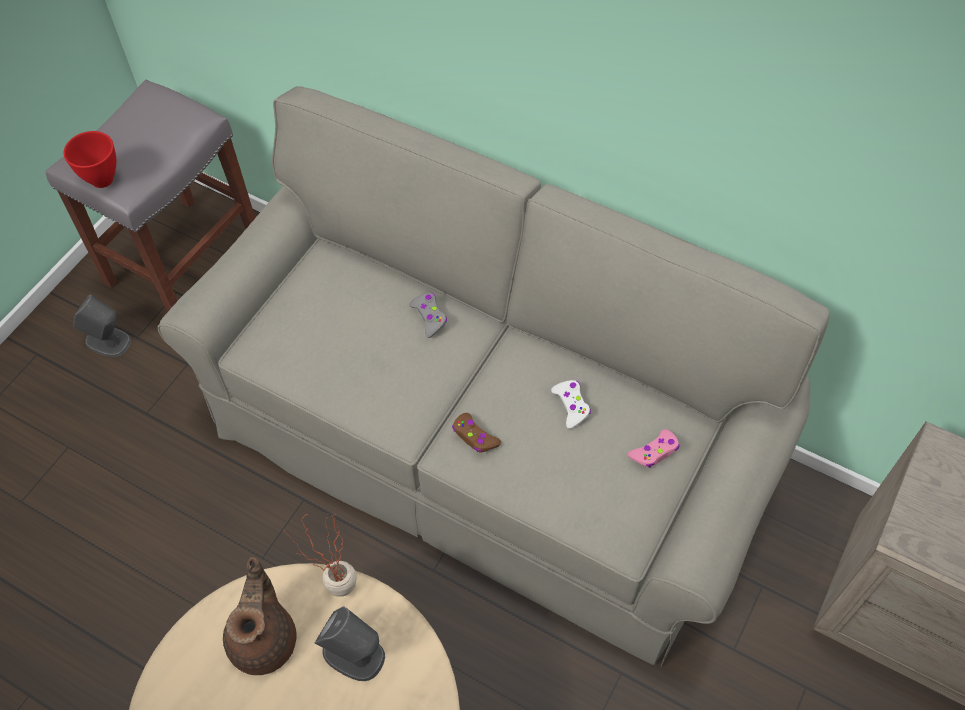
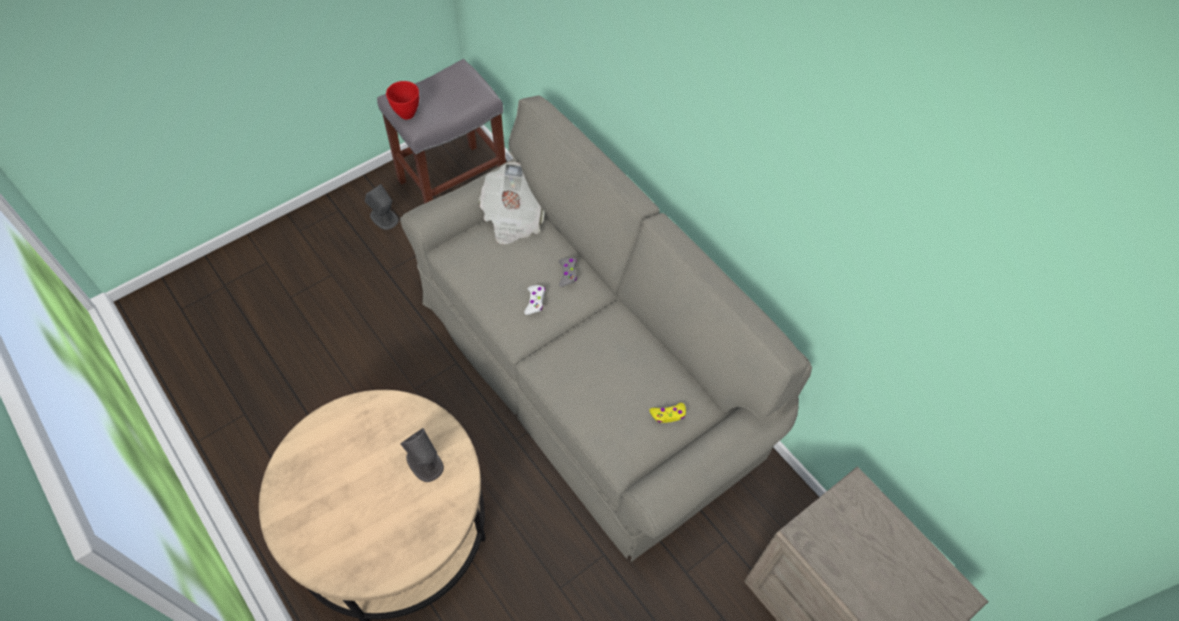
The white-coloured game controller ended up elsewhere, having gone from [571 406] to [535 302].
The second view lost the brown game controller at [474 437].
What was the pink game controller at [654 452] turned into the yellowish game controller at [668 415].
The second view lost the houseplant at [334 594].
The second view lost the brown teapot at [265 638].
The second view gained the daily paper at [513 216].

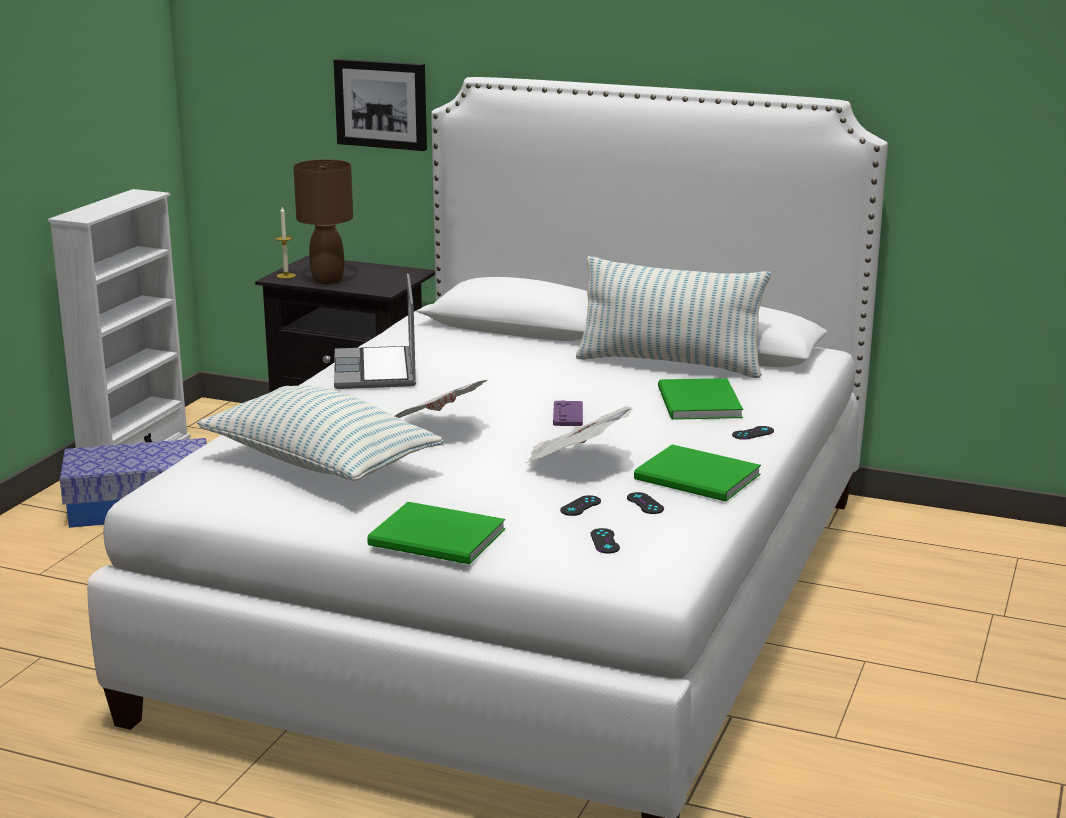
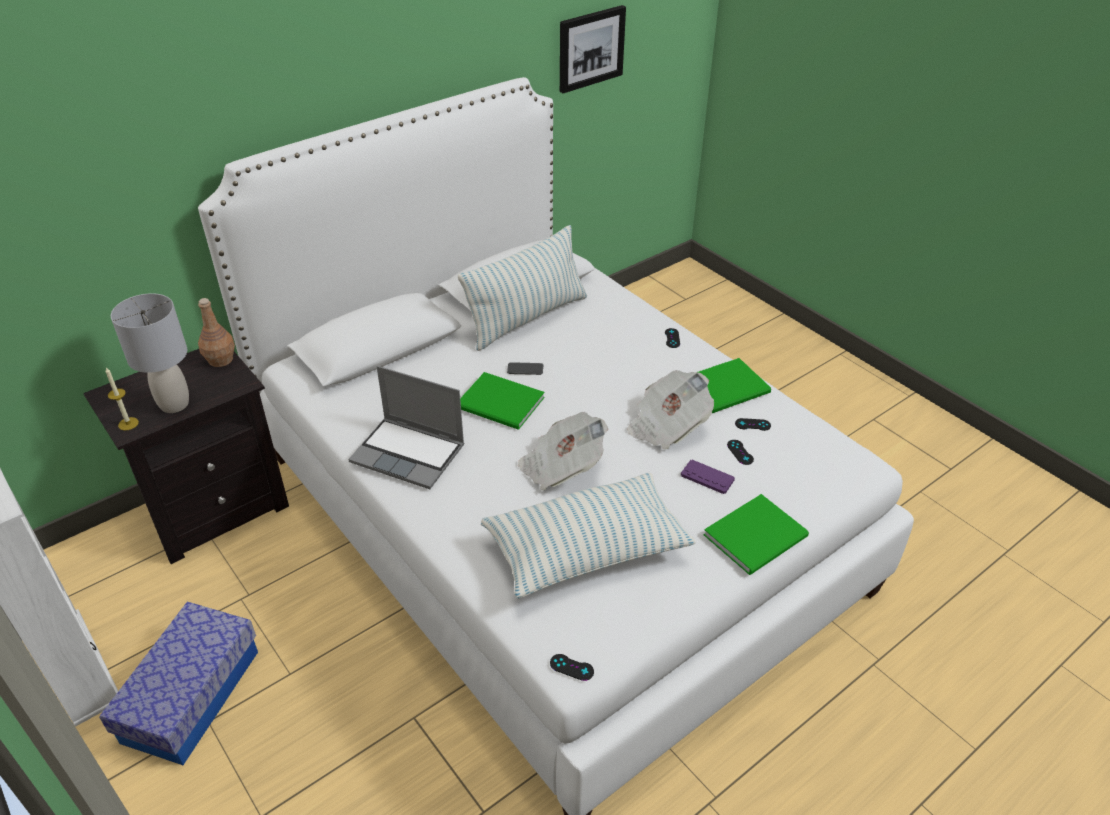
The wall art ended up elsewhere, having gone from [381 104] to [590 48].
What was the brown tabletop lamp at [327 280] turned into the gray tabletop lamp at [174 404].
The green-coloured volume ended up elsewhere, having gone from [697 403] to [501 405].
The purplish game controller ended up elsewhere, having gone from [568 415] to [707 477].
The black game controller ended up elsewhere, having gone from [605 541] to [571 667].
The second view gained the brown bottle at [221 359].
The second view gained the phone at [525 369].

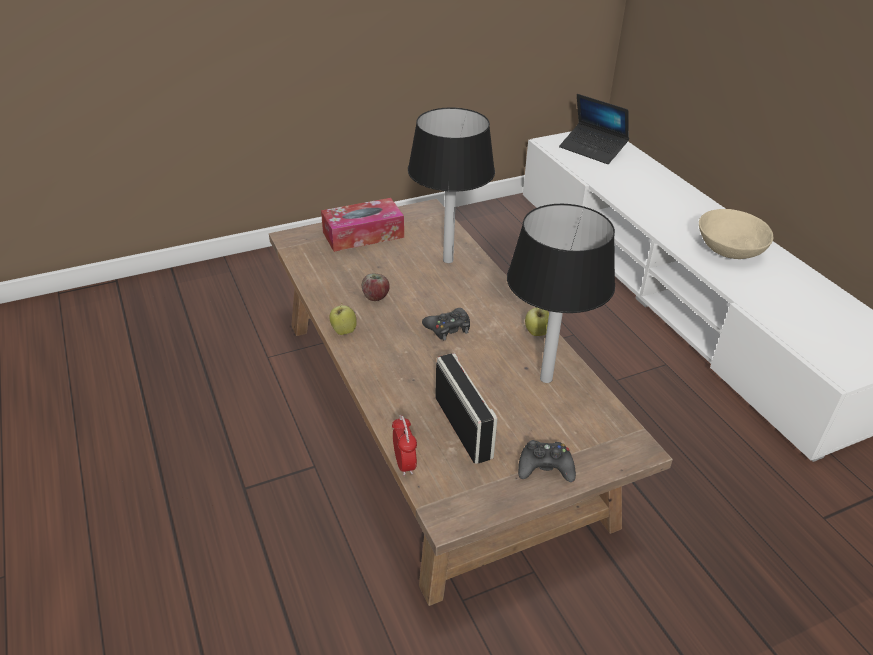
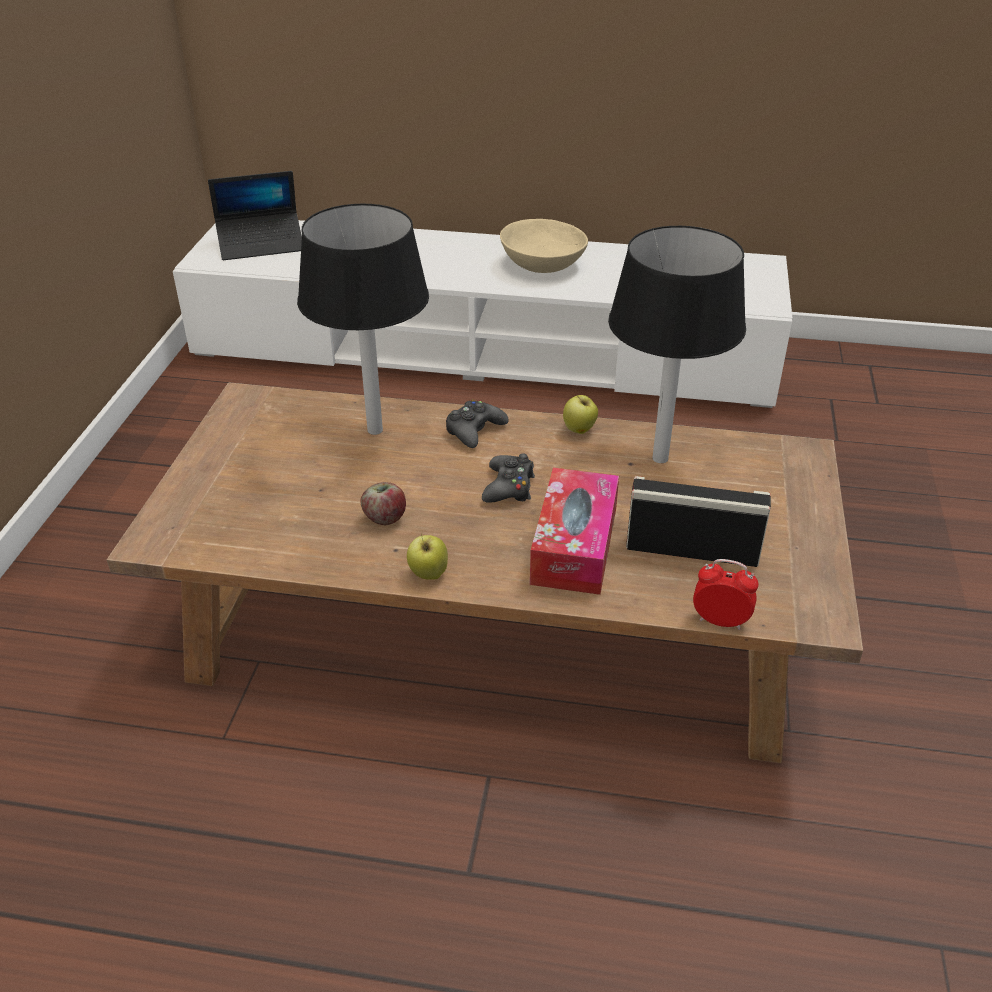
The box of tissues ended up elsewhere, having gone from [363 234] to [574 545].
The black game controller ended up elsewhere, having gone from [545 467] to [474 430].

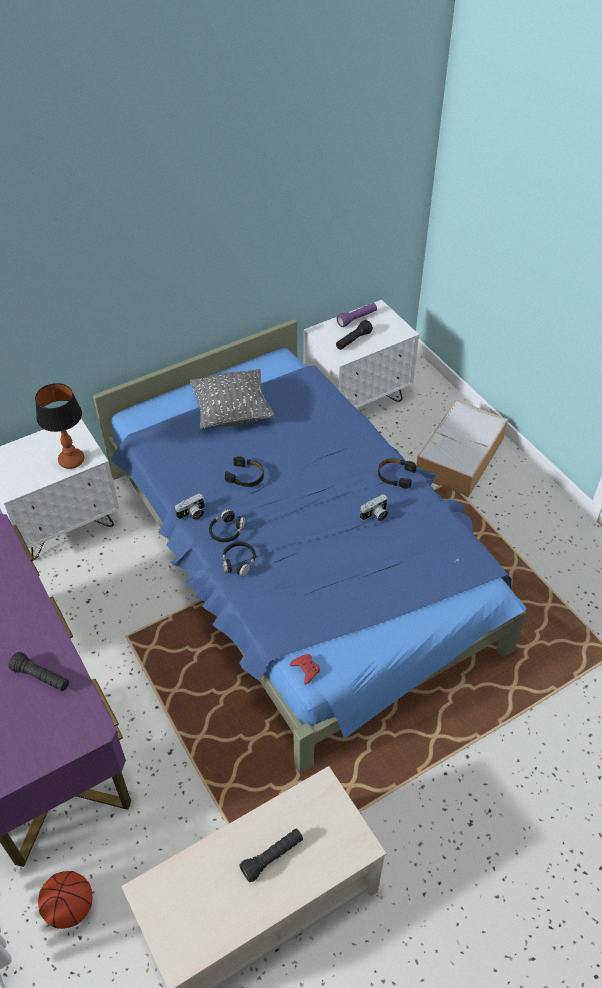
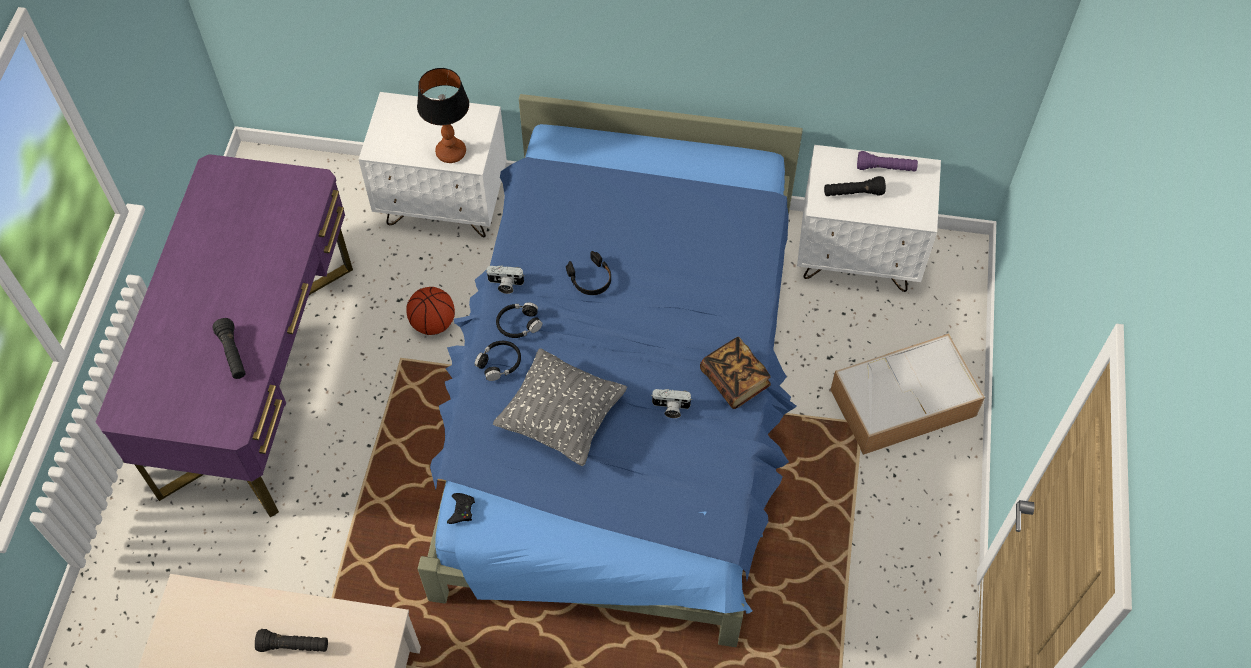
The gray cushion ended up elsewhere, having gone from [232 413] to [561 419].
Where the black pair of headphones stood at [395 476], the volume came to stand at [734 380].
What was the reddish game controller at [306 669] turned into the black game controller at [461 510].
The basketball ball ended up elsewhere, having gone from [70 908] to [433 323].

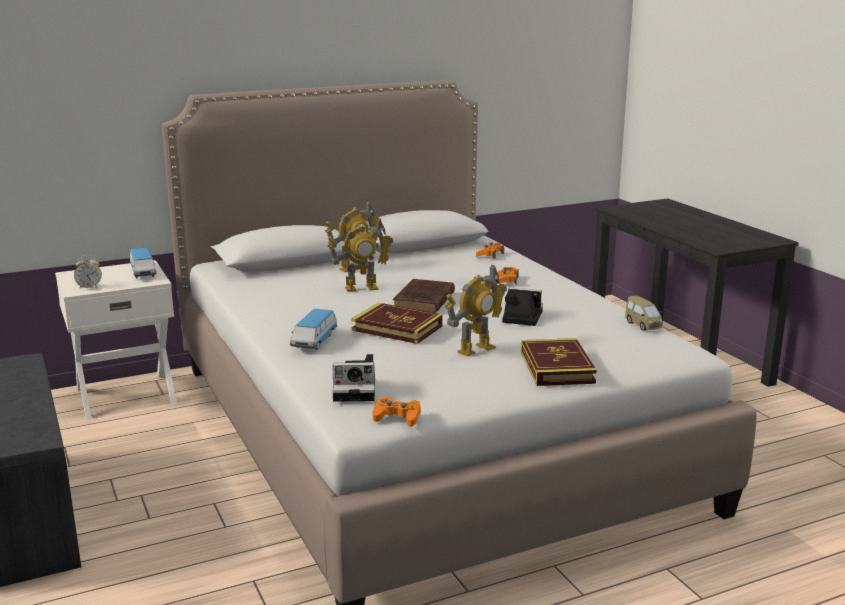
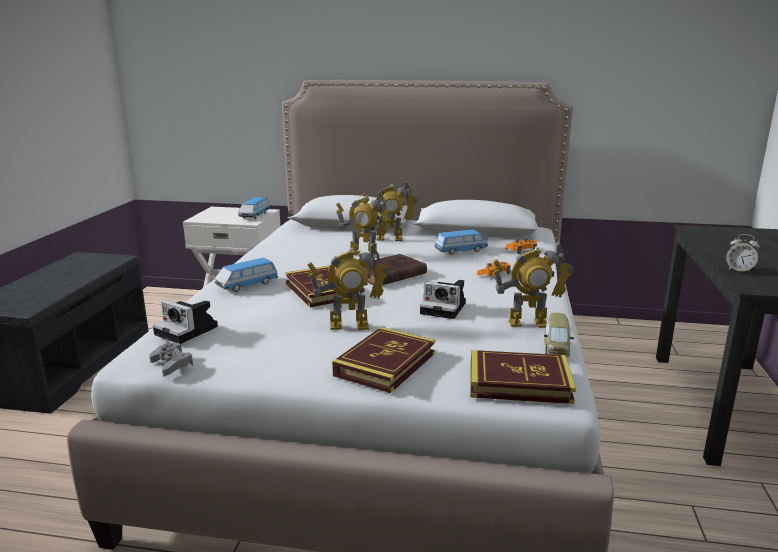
The table clock ended up elsewhere, having gone from [89 287] to [739 270].
The still camera at [520 317] ended up facing another way, 150 degrees clockwise from before.
What was the orange-coloured game controller at [397 417] turned into the gray game controller at [171 364].
The second view gained the miniature car at [461 251].
The second view gained the model robot at [528 323].
The second view gained the volume at [519 382].

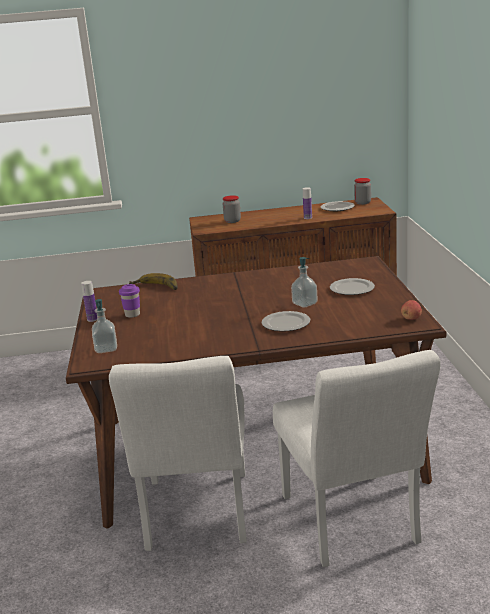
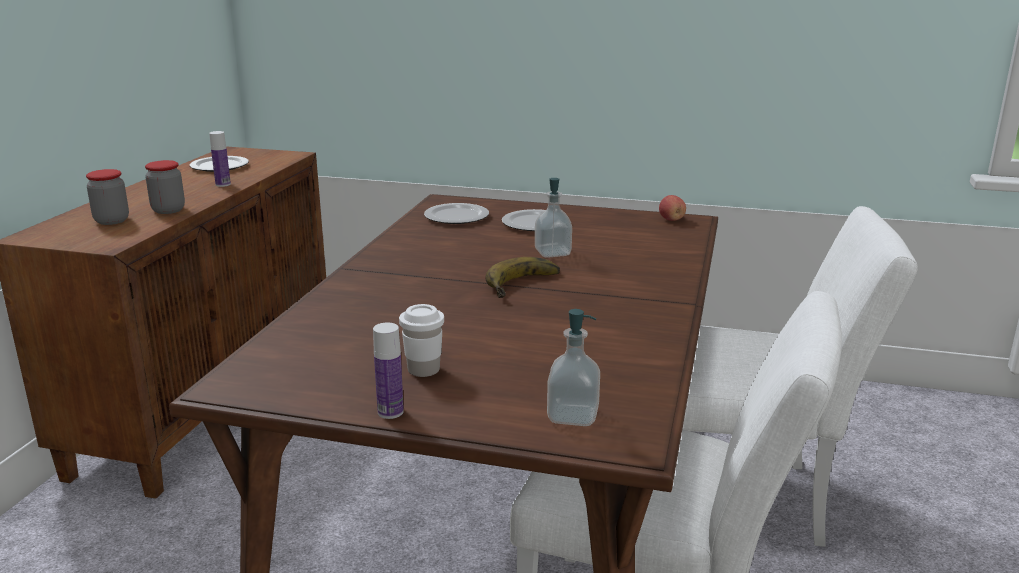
The storage jar ended up elsewhere, having gone from [362 203] to [168 210].
The banana ended up elsewhere, having gone from [154 288] to [527 285].
What was the purplish drinking cup at [132 315] turned into the white-coloured drinking cup at [423 370].
The flat dish ended up elsewhere, having gone from [286 324] to [457 217].

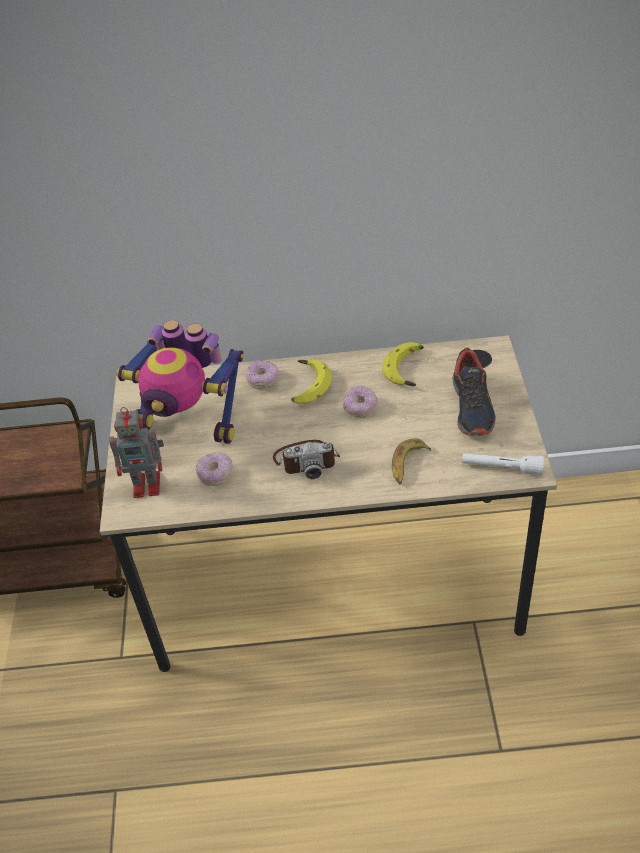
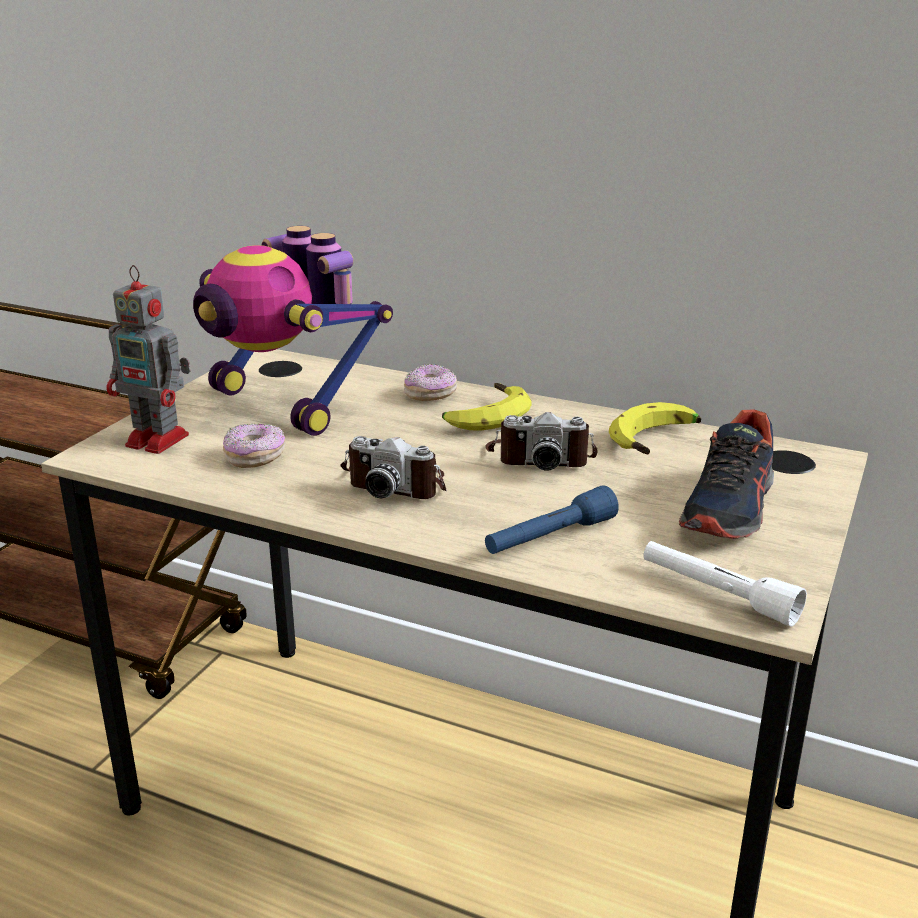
Where the donut stood at [360 408], the still camera came to stand at [540 457].
Where the banana stood at [407 465], the blue flashlight came to stand at [550 537].

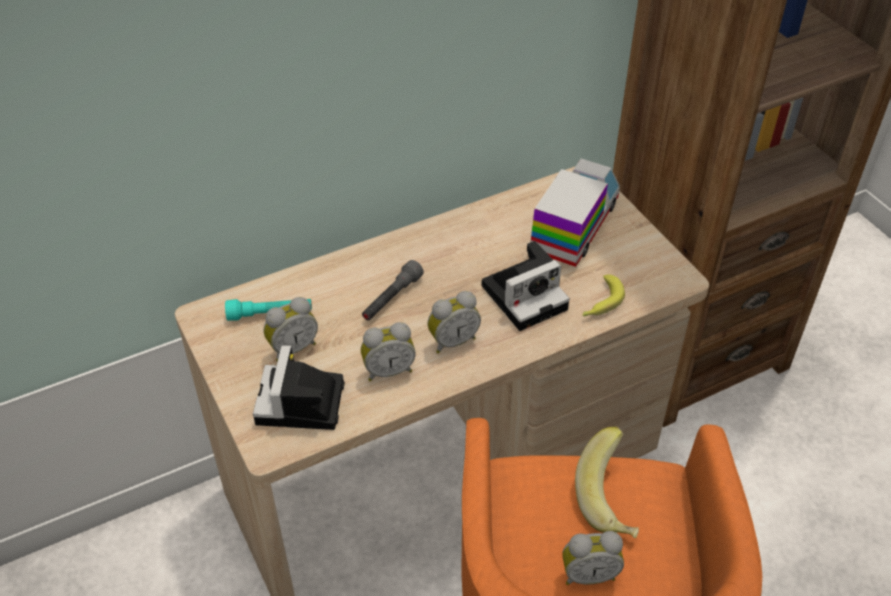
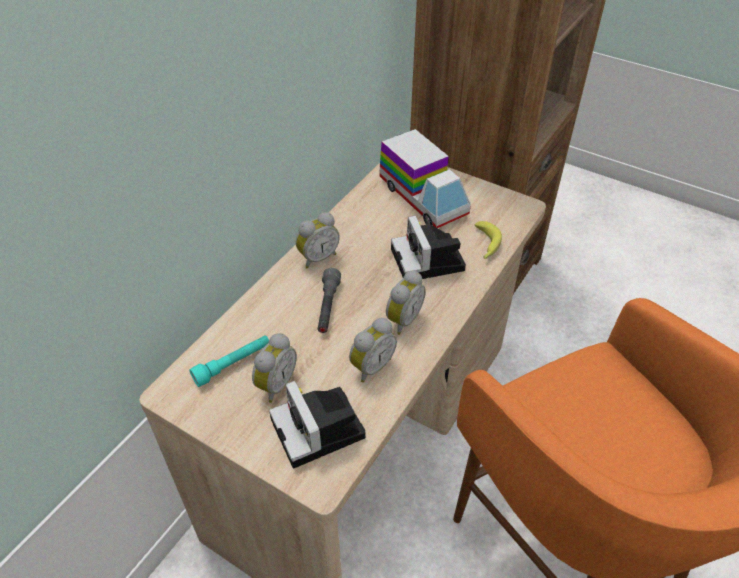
The model truck at [574 227] ended up facing another way, 150 degrees clockwise from before.
The still camera at [526 295] ended up facing another way, 135 degrees clockwise from before.
The second view lost the banana at [612 500].
The table clock ended up elsewhere, having gone from [588 573] to [317 257].

